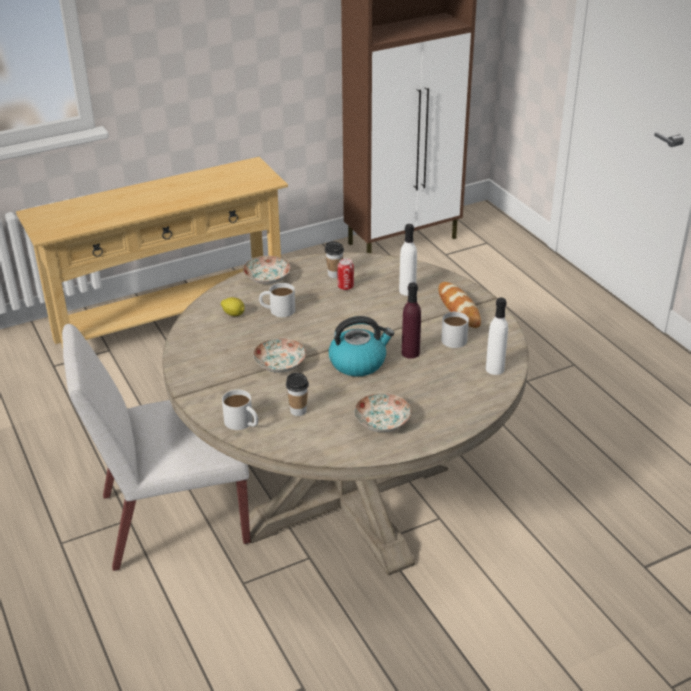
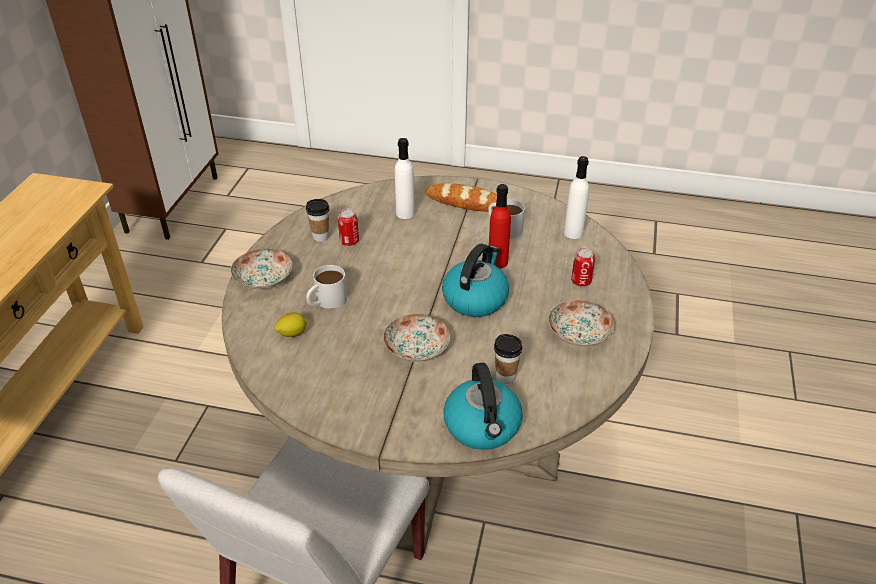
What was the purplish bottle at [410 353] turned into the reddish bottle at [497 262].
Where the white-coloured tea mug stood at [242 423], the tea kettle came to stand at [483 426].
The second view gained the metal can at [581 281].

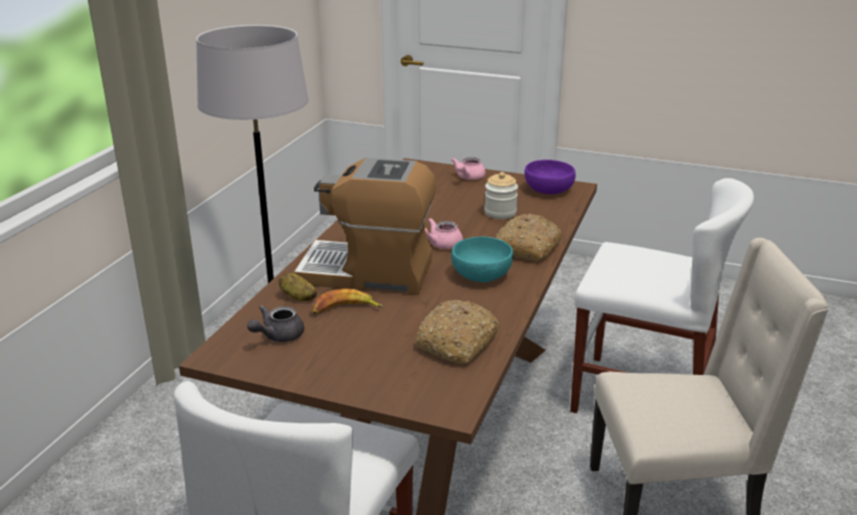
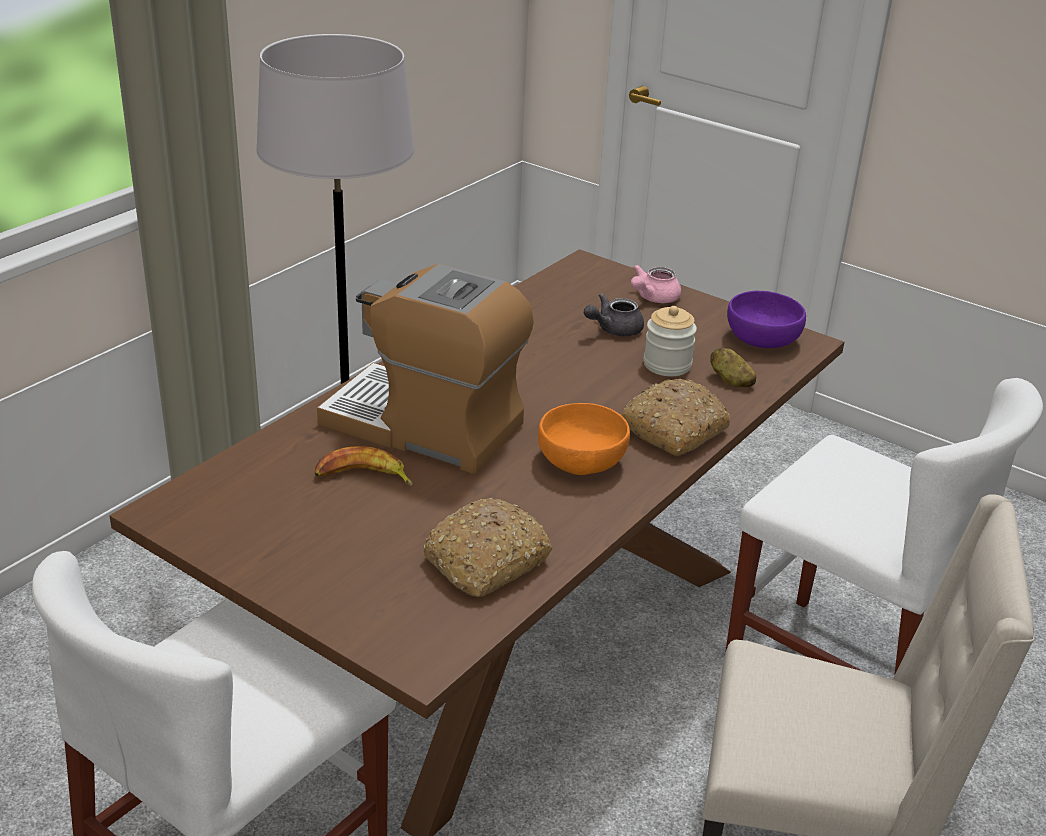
The second view lost the pink teapot at [440 244].
What was the turquoise-coloured serving bowl at [482 274] turned into the orange-coloured serving bowl at [582 460].
The spud ended up elsewhere, having gone from [297 297] to [730 380].
The gray teapot ended up elsewhere, having gone from [277 336] to [613 329].

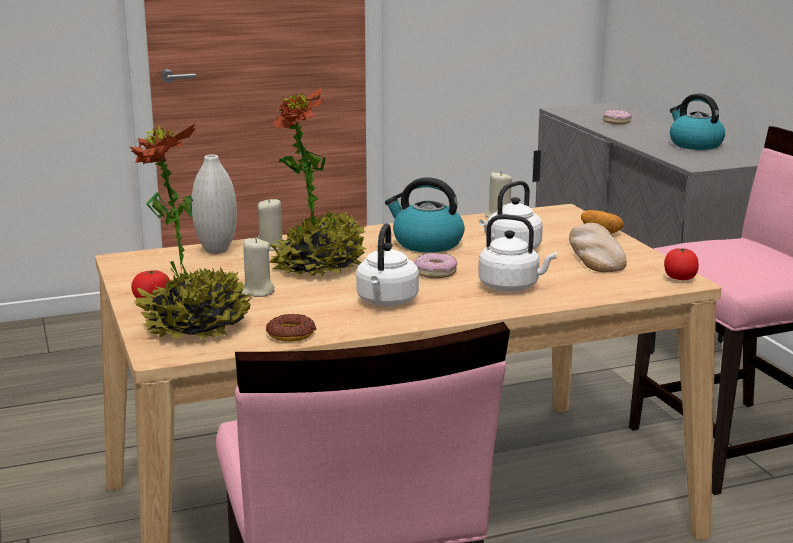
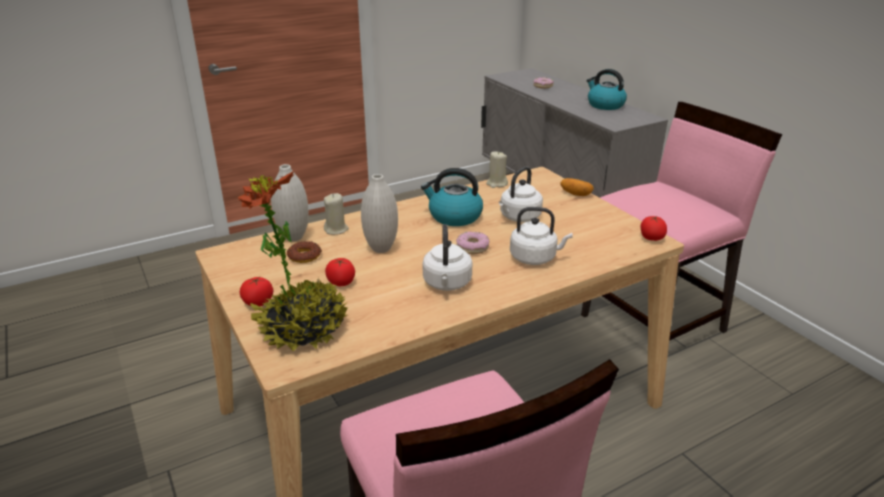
Where the houseplant stood at [319 266], the white-coloured vase came to stand at [381 249].
The second view lost the baked bread at [595 254].
Where the beige-coloured wax light stood at [257 292], the tomato came to stand at [341 282].
The donut ended up elsewhere, having gone from [291 334] to [304 256].

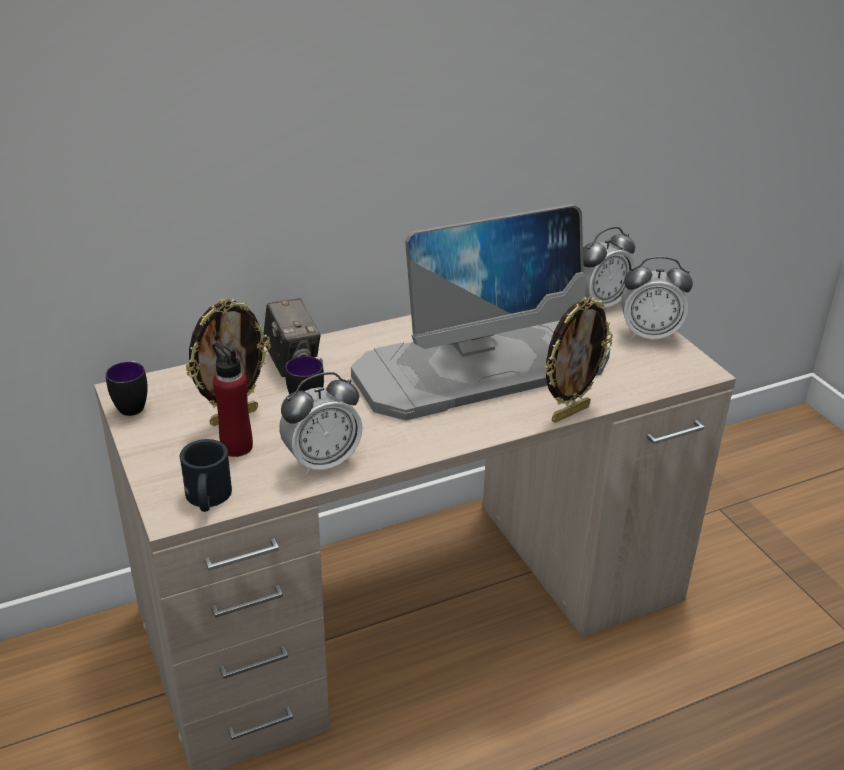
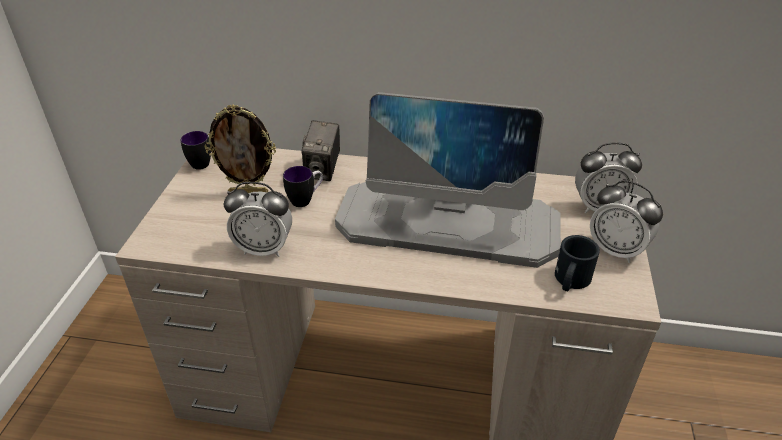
The second view lost the photo frame at [569 412].
The second view lost the reddish bottle at [236 447].
The black tea mug ended up elsewhere, having gone from [208 499] to [570 281].

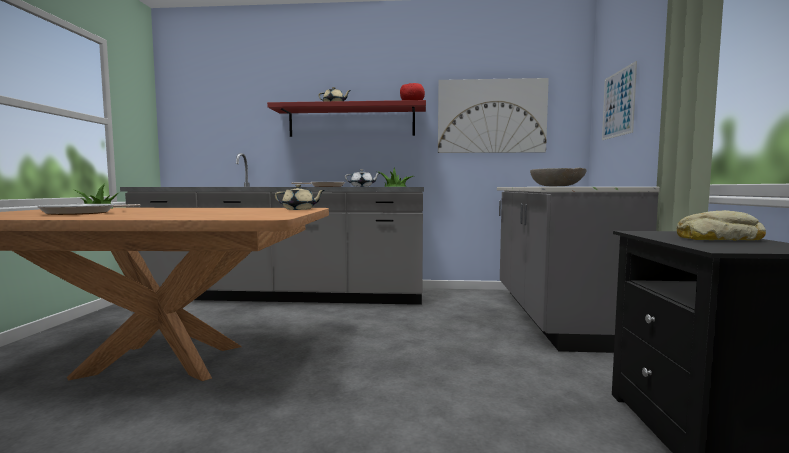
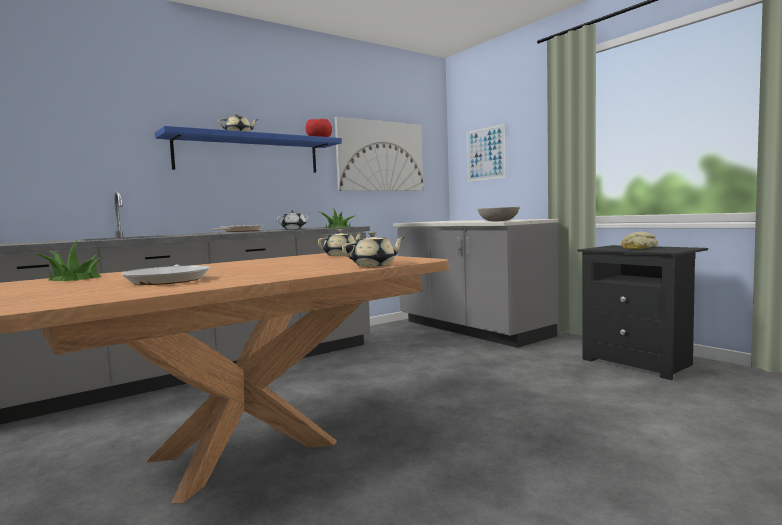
What was the reddish shelf at [351 122] turned into the blue shelf at [249 154].
The second view gained the beige-coloured teapot at [374 265].

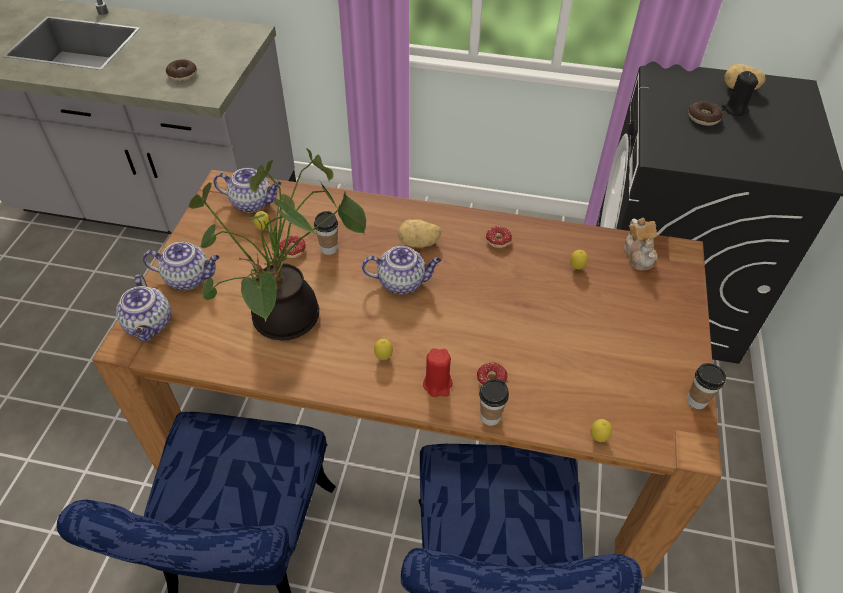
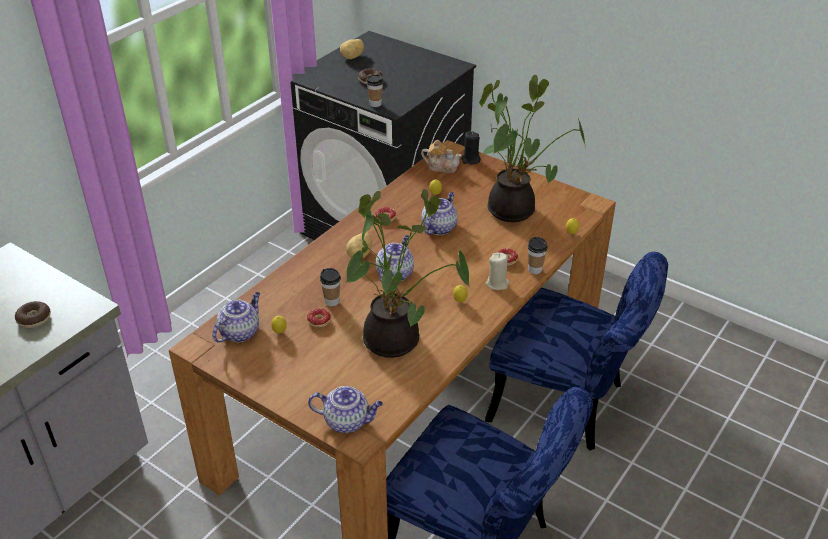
The black wax light ended up elsewhere, having gone from [734 109] to [470 160].
The teapot ended up elsewhere, having gone from [189 278] to [439 227].
What was the reddish wax light at [438 384] turned into the beige-coloured wax light at [497 284].
The drinking cup ended up elsewhere, having gone from [696 401] to [375 104].
The second view gained the houseplant at [515 210].

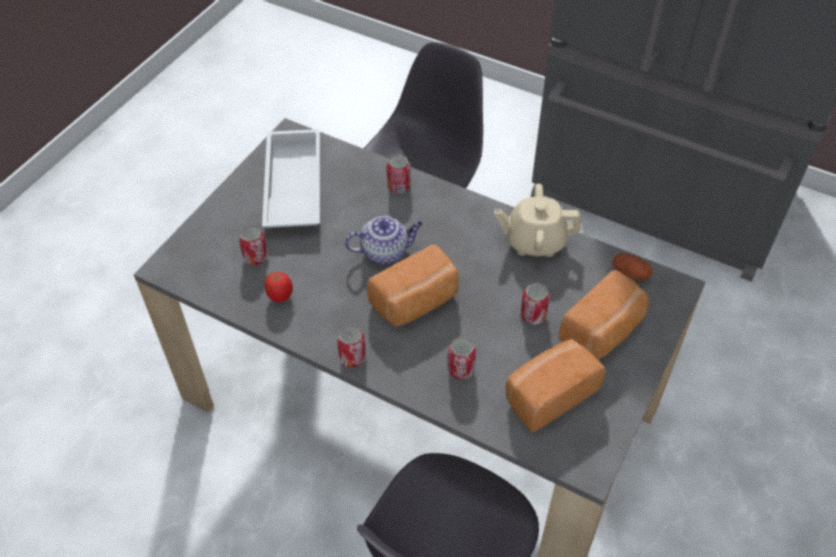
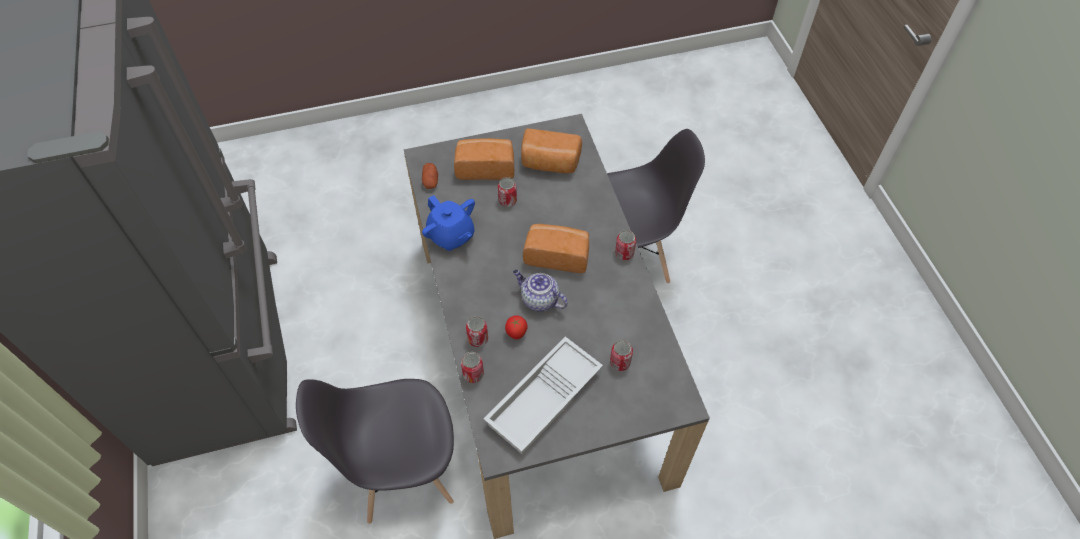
What was the beige-coloured teapot at [534 241] turned into the blue teapot at [451 236].
The tomato ended up elsewhere, having gone from [280 297] to [516 333].
The metal can ended up elsewhere, having gone from [460 369] to [473 374].

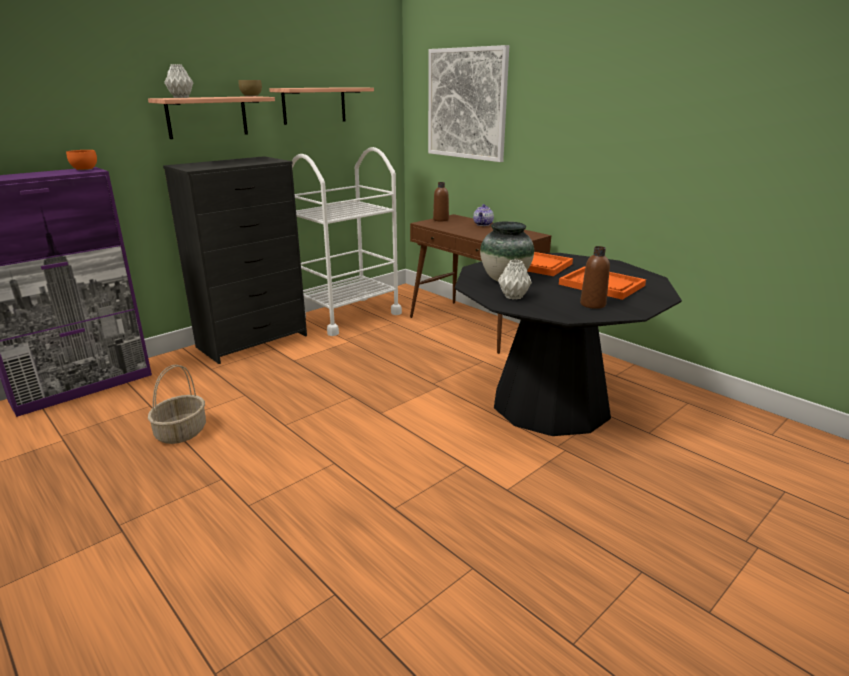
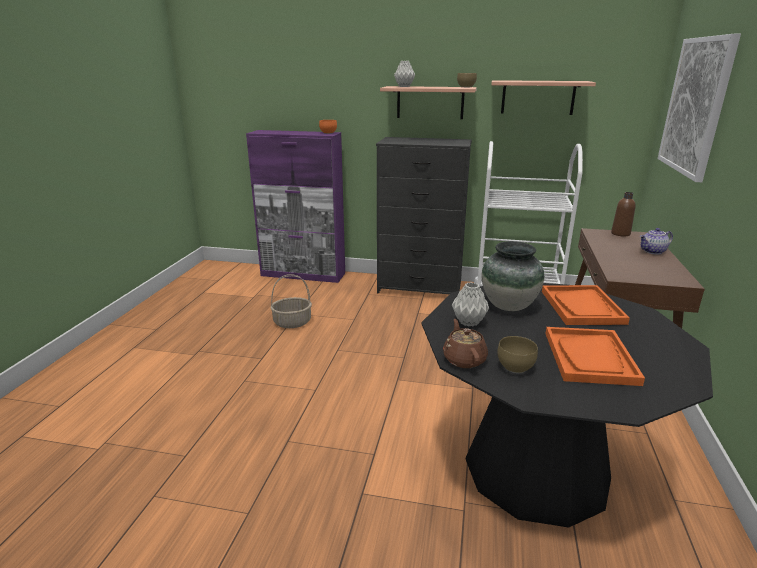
Where the brown bottle stood at [592 304], the brown serving bowl came to stand at [516 367].
The second view gained the brown teapot at [464 359].

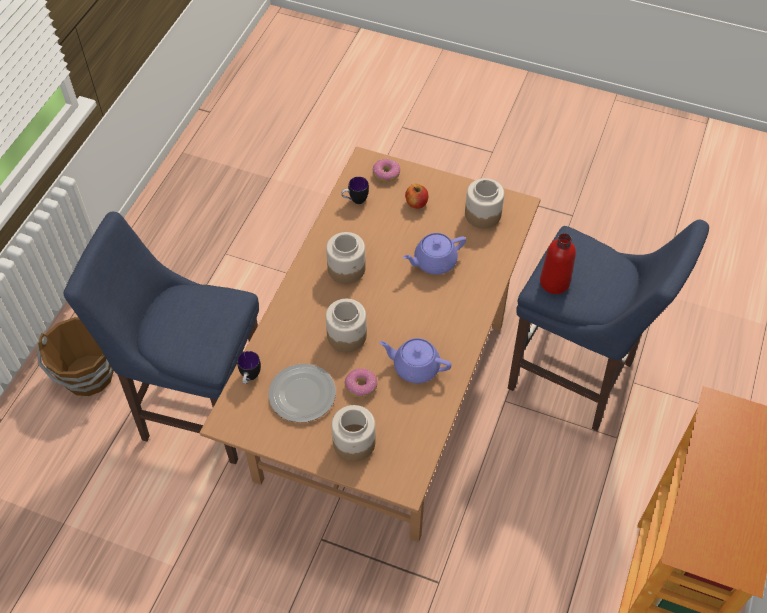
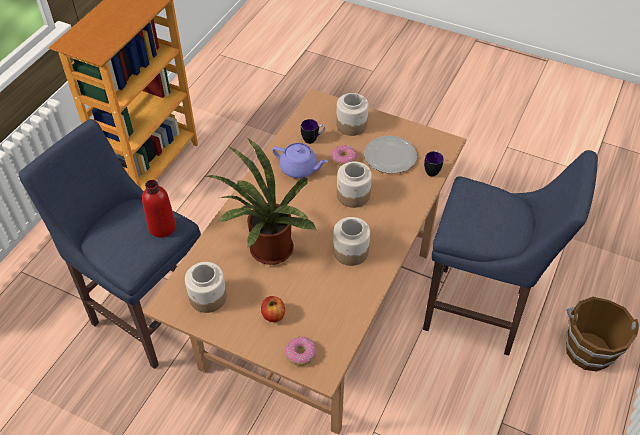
The tea mug ended up elsewhere, having gone from [355 200] to [313 139].
Where the purplish teapot stood at [434 262], the houseplant came to stand at [267 252].

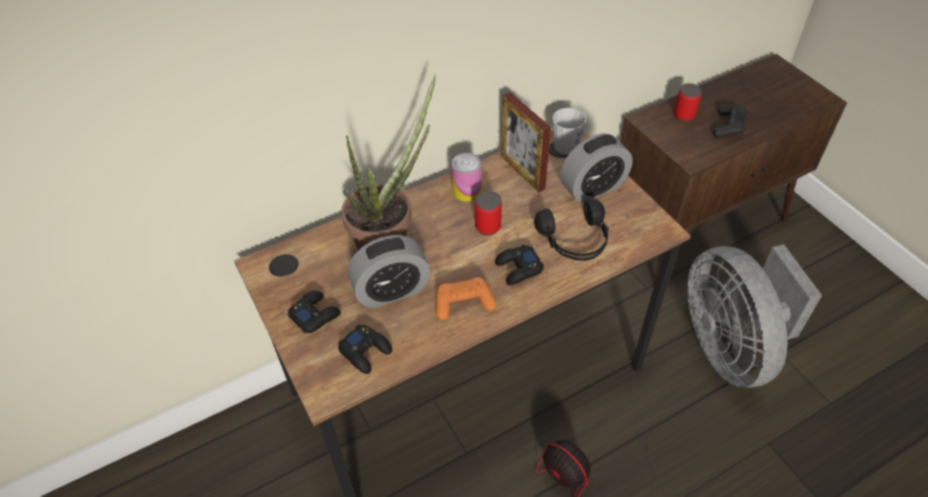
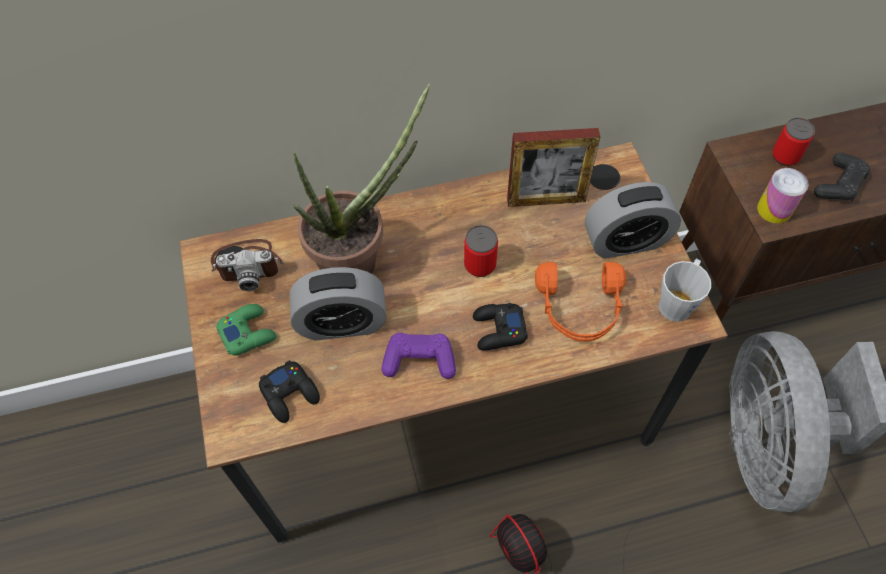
The photo frame at [523 172] ended up facing another way, 75 degrees counterclockwise from before.
The gray tea mug ended up elsewhere, having gone from [566 143] to [677 302].
The metal can ended up elsewhere, having gone from [467 191] to [774 209].
What was the black pair of headphones at [575 240] turned into the orange-coloured pair of headphones at [580 308].
What was the orange-coloured game controller at [463 303] turned into the purplish game controller at [419 360].
What was the black game controller at [315 315] turned into the green-coloured game controller at [248 332].
The second view gained the still camera at [248 264].

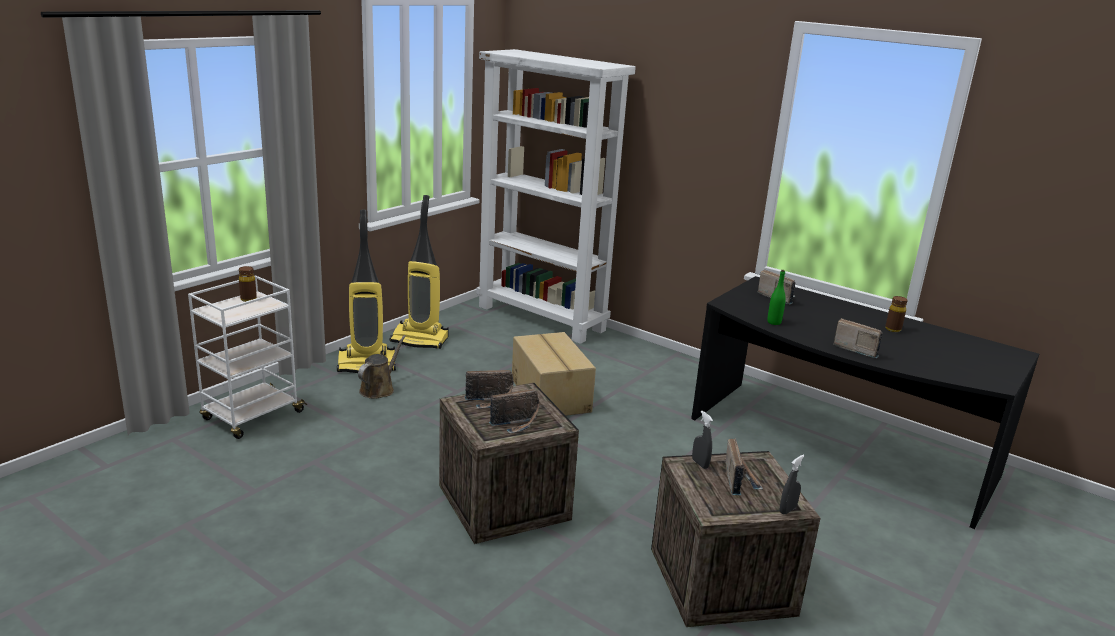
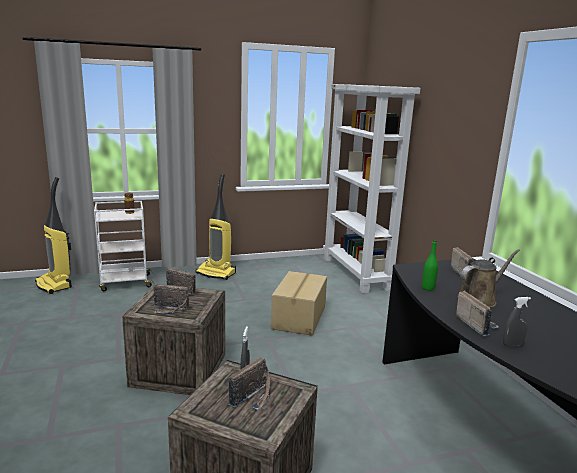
The hoover ended up elsewhere, having gone from [420 340] to [54 285].
The second view lost the brown bottle at [893 329].
The brown sprinkling can ended up elsewhere, having gone from [379 389] to [479 299].
The gray sprayer ended up elsewhere, having gone from [787 510] to [512 345].

